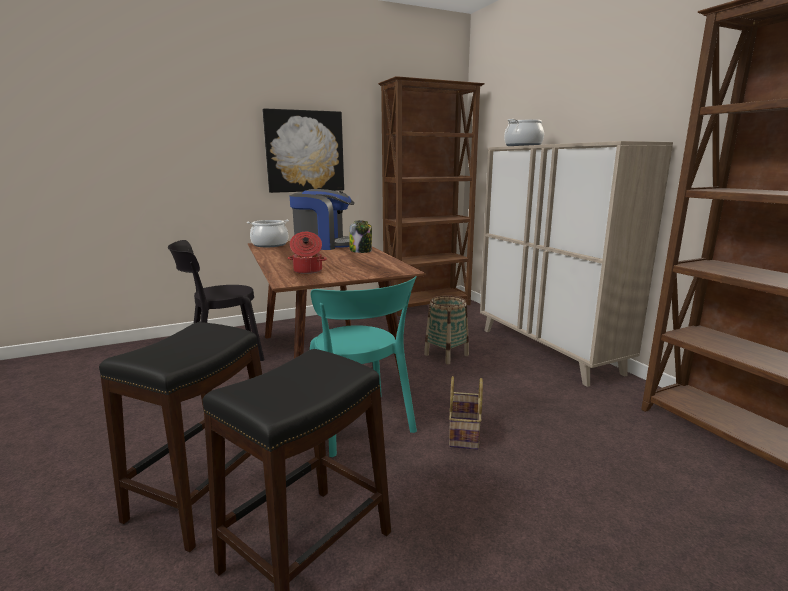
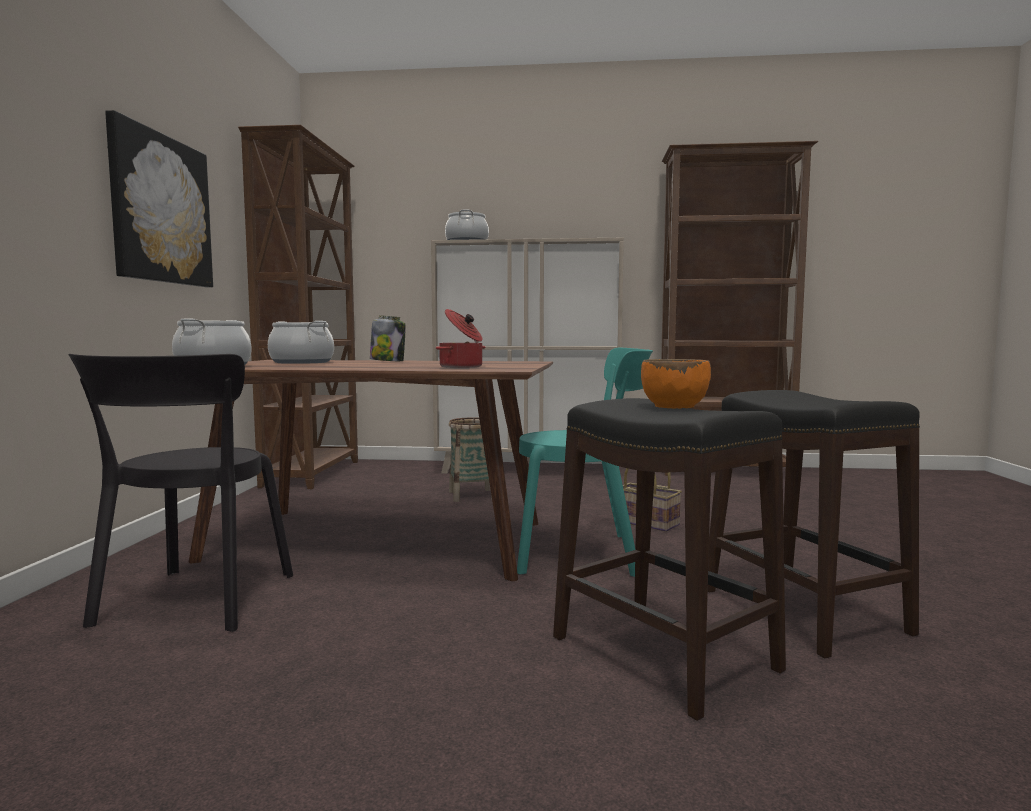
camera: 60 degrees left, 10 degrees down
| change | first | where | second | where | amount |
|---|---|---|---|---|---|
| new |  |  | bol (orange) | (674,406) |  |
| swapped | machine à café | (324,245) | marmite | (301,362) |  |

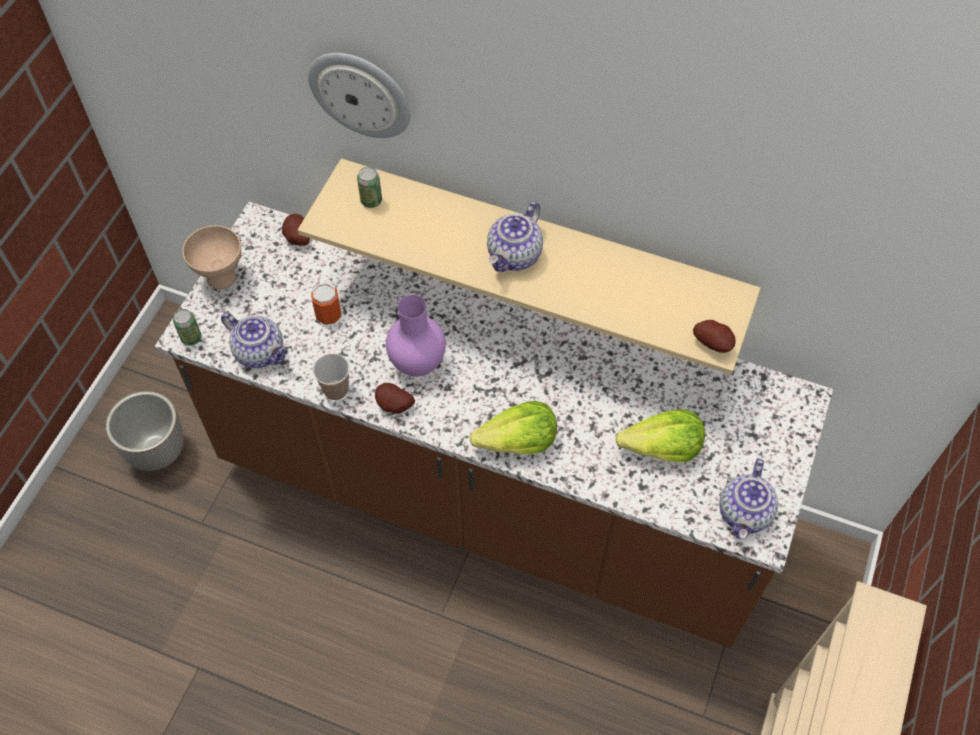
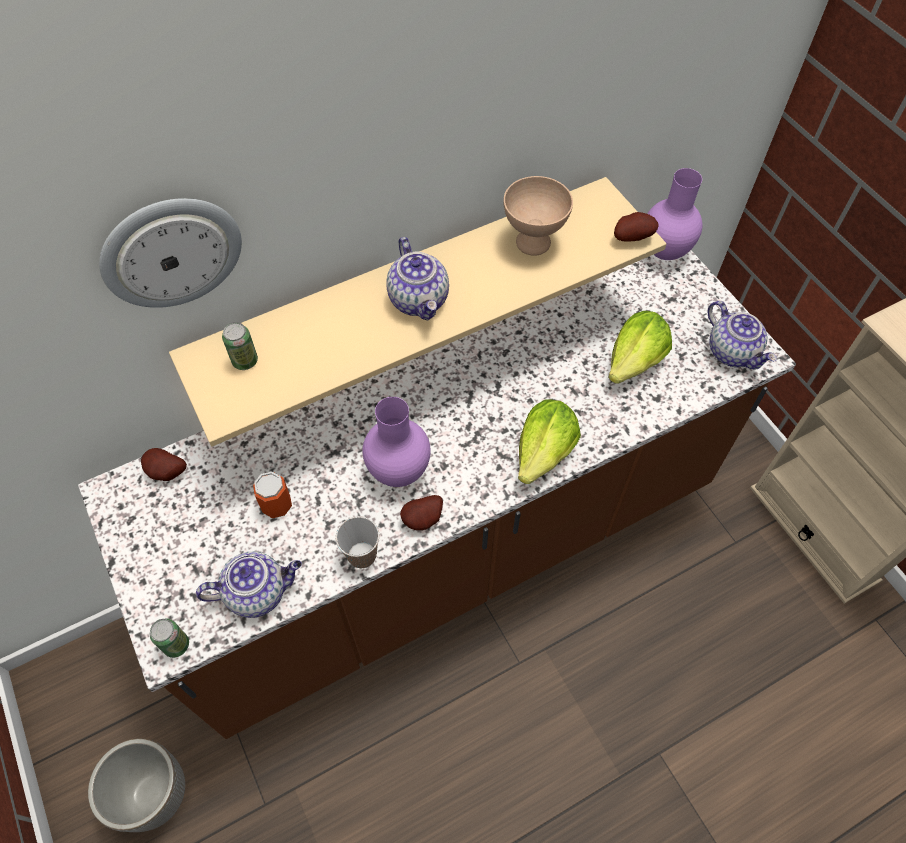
camera: 50 degrees left, 0 degrees up
| change | first | where | second | where | amount |
|---|---|---|---|---|---|
| new |  |  | vase (violet) | (663,252) |  |
| shifted | bol (beige) | (221,276) |  | (532,242) |  |

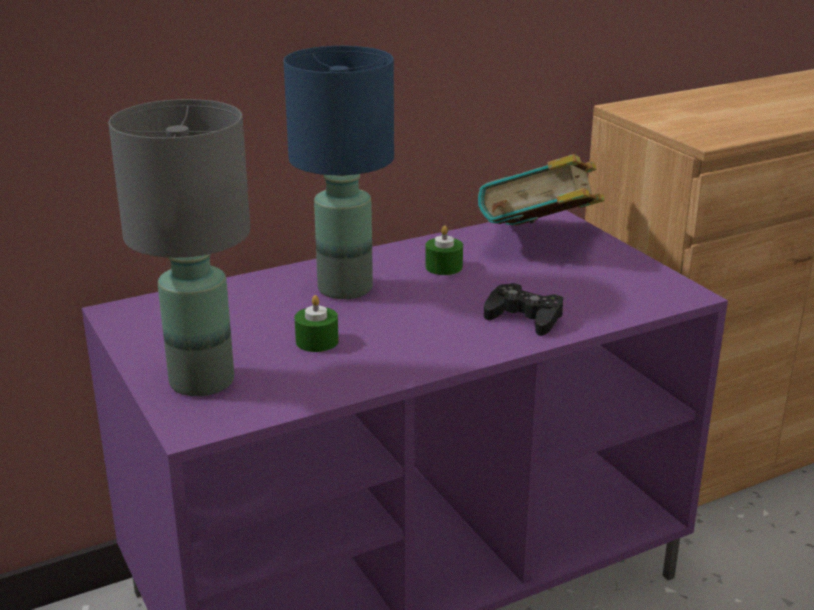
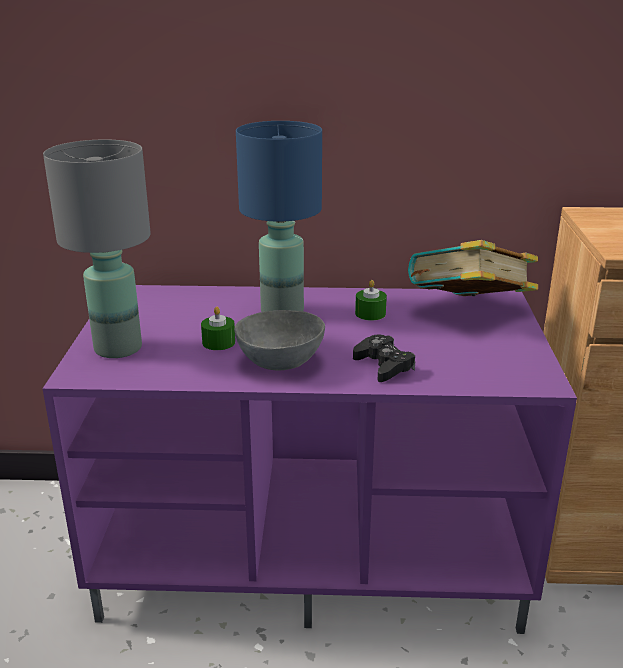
camera: 30 degrees right, 0 degrees up
| change | first | where | second | where | amount |
|---|---|---|---|---|---|
| new |  |  | bol (gris) | (282,363) |  |

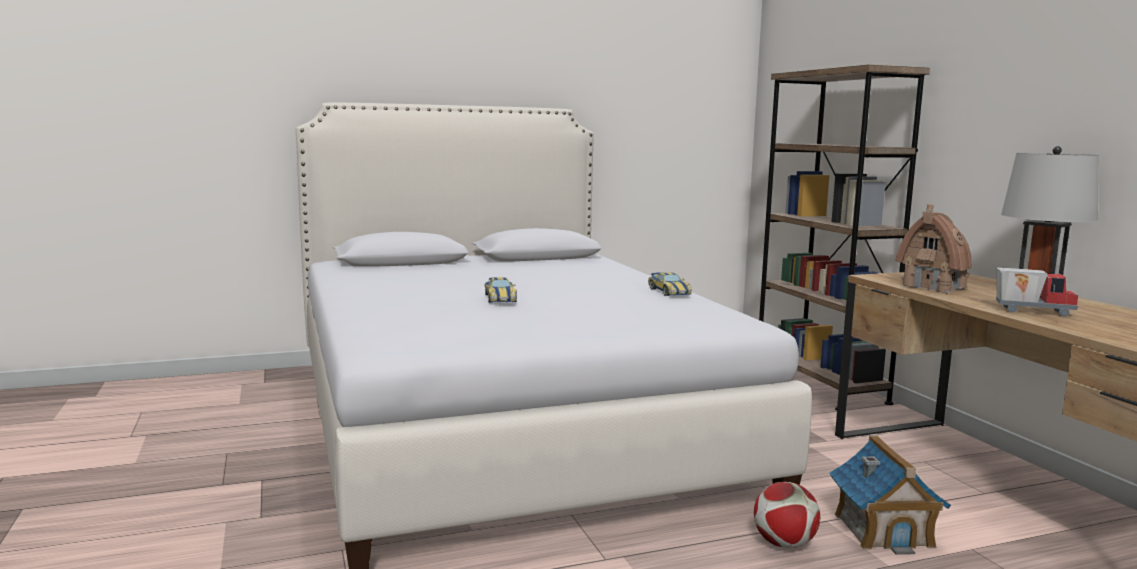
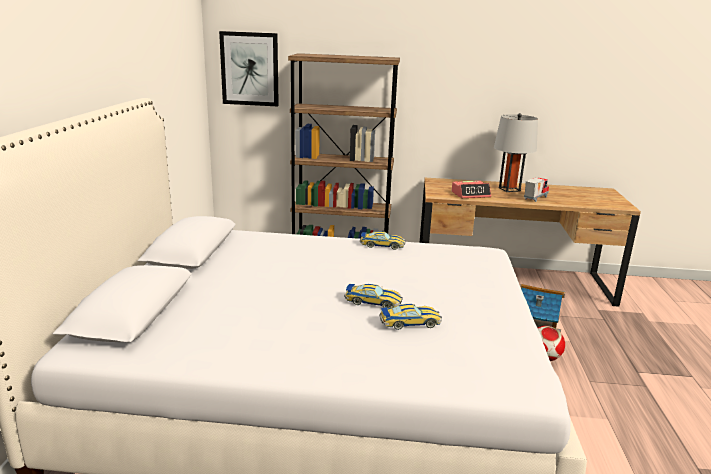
camera: 65 degrees left, 10 degrees up
| change | first | where | second | where | amount |
|---|---|---|---|---|---|
| new |  |  | tableau | (250,69) |  |
| new |  |  | petite voiture | (410,322) |  |
| swapped | maison miniature | (934,287) | réveil | (470,194) |  |

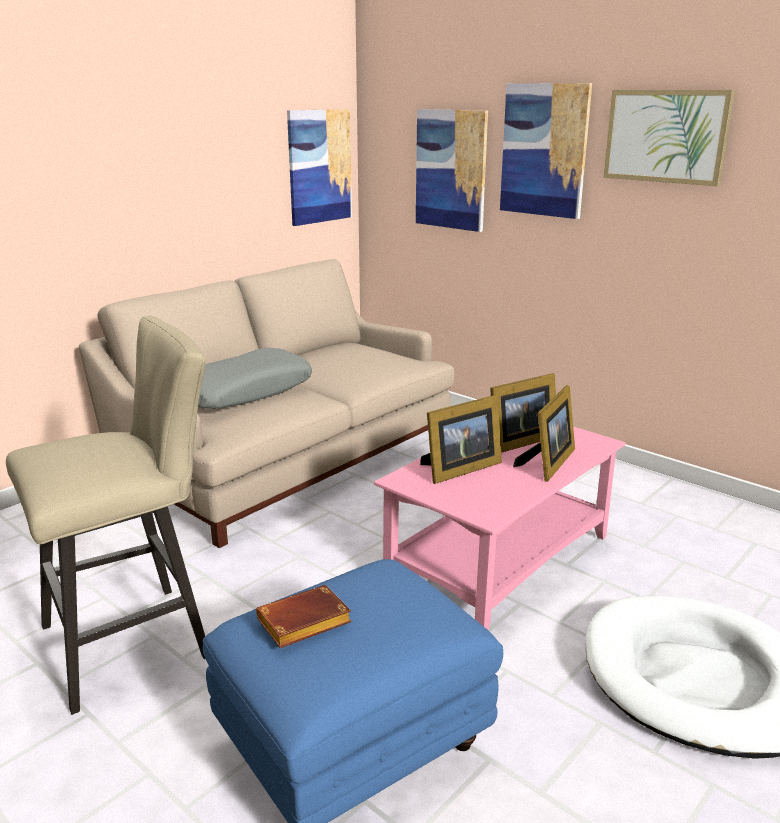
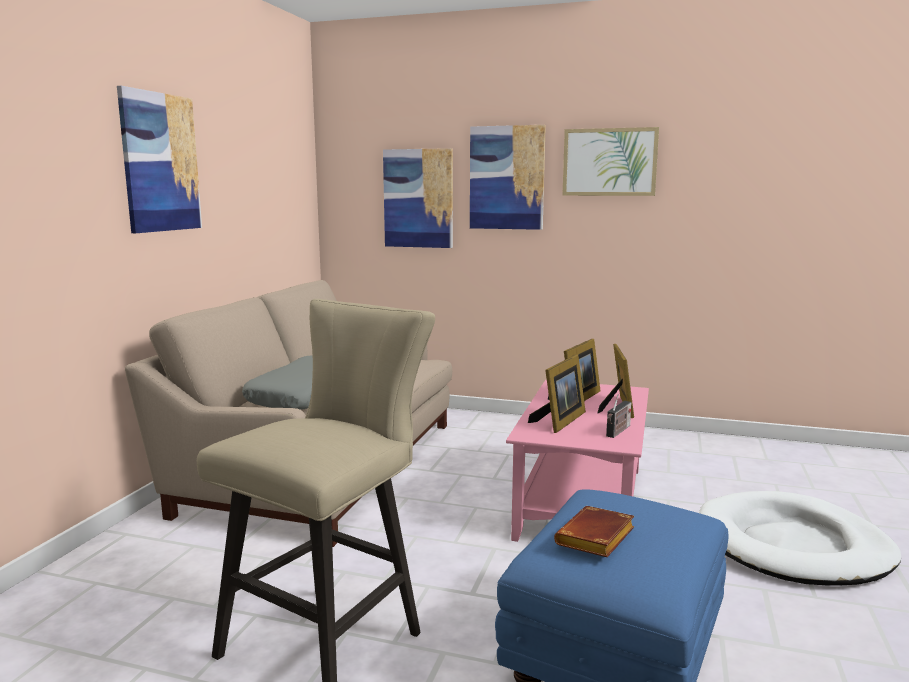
camera: 25 degrees left, 10 degrees down
| change | first | where | second | where | amount |
|---|---|---|---|---|---|
| new |  |  | radio | (618,431) |  |
| shifted | tableau | (319,166) |  | (160,162) |  |

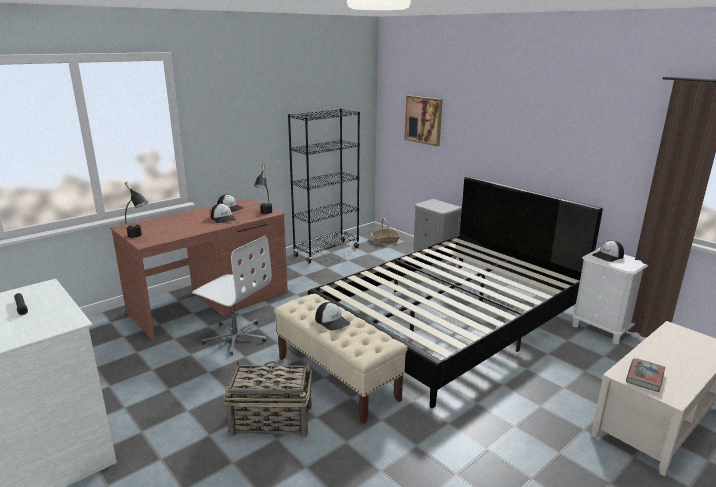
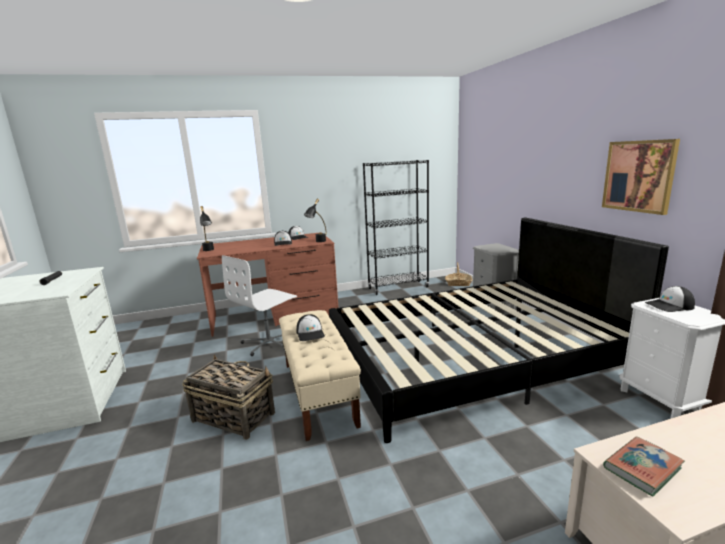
camera: 25 degrees right, 5 degrees down
| change | first | where | second | where | amount |
|---|---|---|---|---|---|
| shifted | tableau | (423,120) |  | (638,176) |  |
| rotated | chaise de bureau (blanc) | (235,337) |  | (269,343) | 75 degrees clockwise |

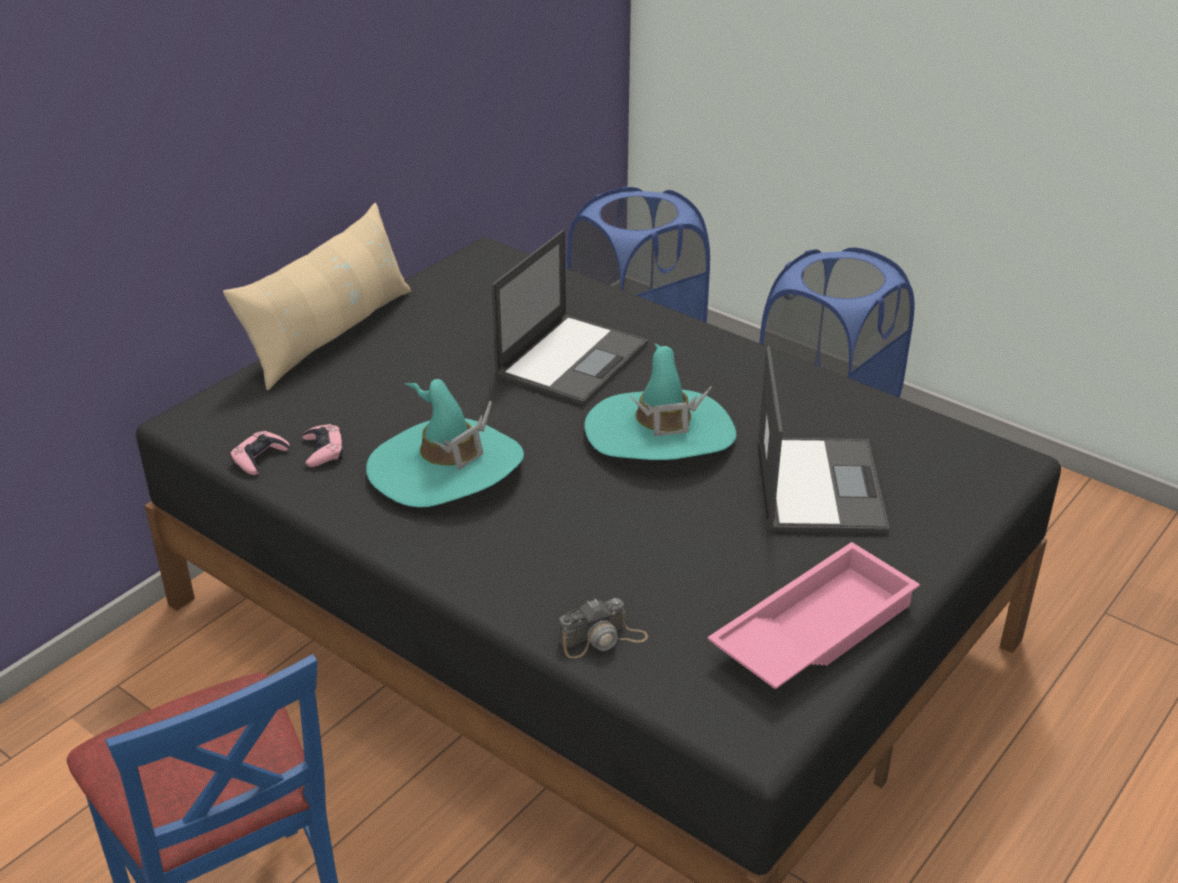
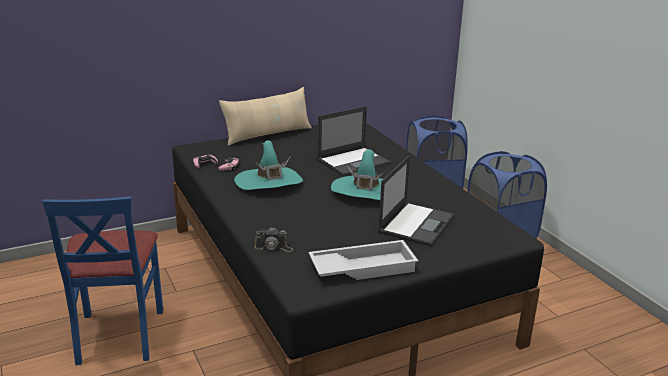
camera: 25 degrees right, 10 degrees down
| change | first | where | second | where | amount |
|---|---|---|---|---|---|
| repainted | plateau (rose) | (812,629) | plateau (blanc) | (363,267) |  |

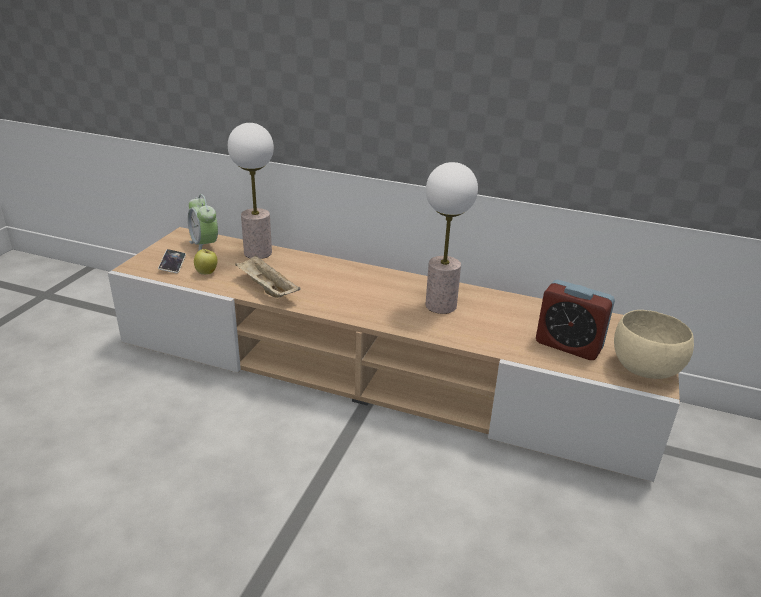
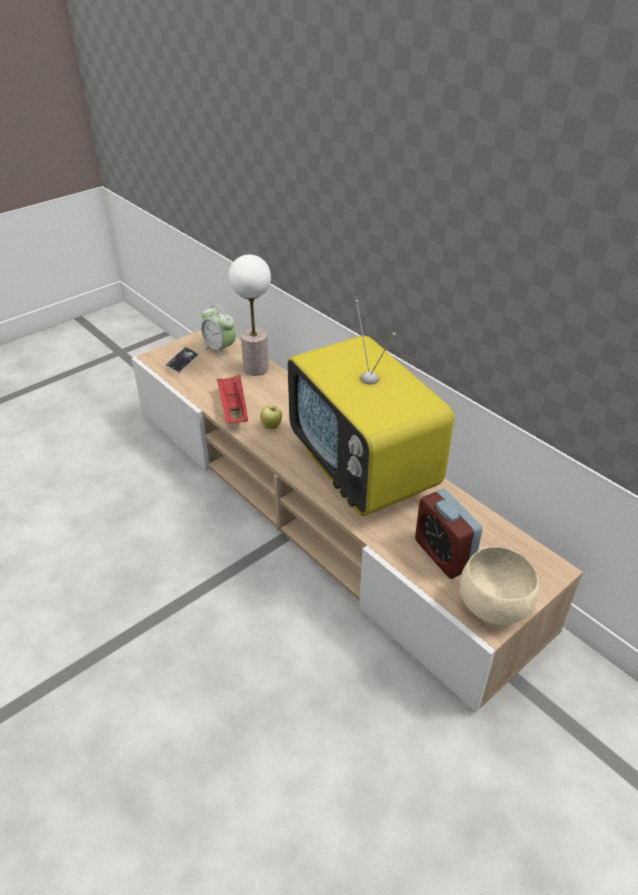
camera: 30 degrees right, 10 degrees up
| change | first | where | second | where | amount |
|---|---|---|---|---|---|
| shifted | pomme | (207,273) |  | (271,427) |  |
| swapped | lampe de table | (441,305) | téléviseur | (364,472) |  |
| repainted | plateau (beige) | (266,289) | plateau (rouge) | (233,409) |  |
| rotated | réveil | (205,246) |  | (220,349) | 45 degrees counterclockwise |

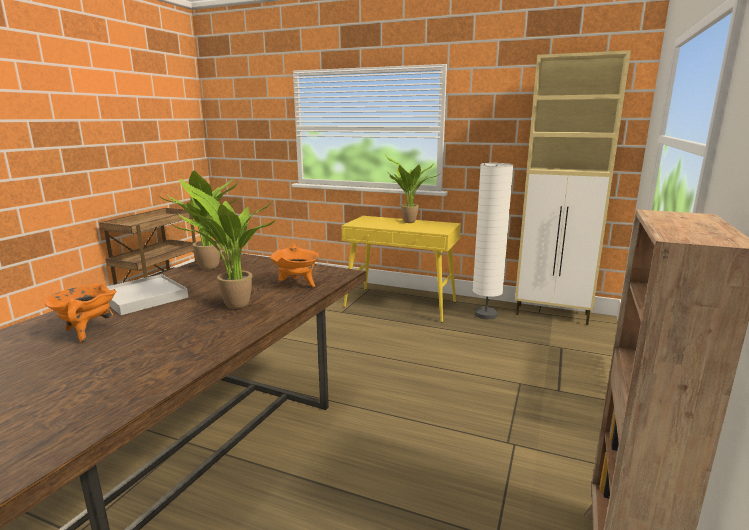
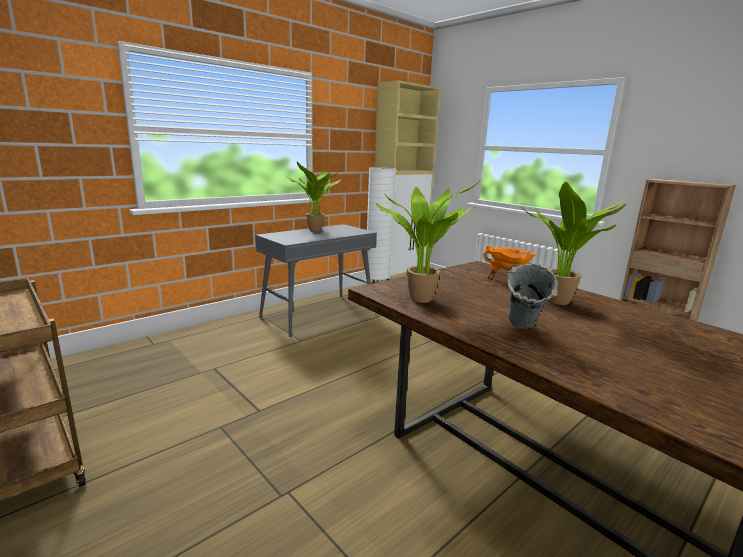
camera: 65 degrees left, 0 degrees up
| change | first | where | second | where | amount |
|---|---|---|---|---|---|
| gone | marmite (orange) | (87,333) |  |  |  |
| swapped | plateau (blanc) | (144,297) | vase (gris) | (522,333) |  |
| repainted | table console (jaune) | (401,304) | table console (gris) | (318,314) |  |

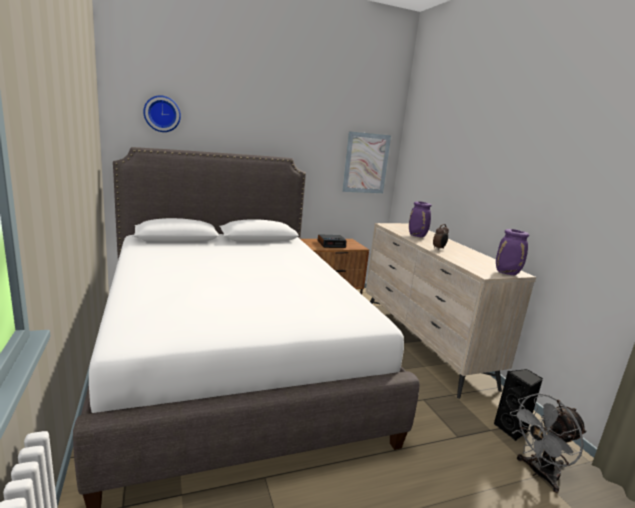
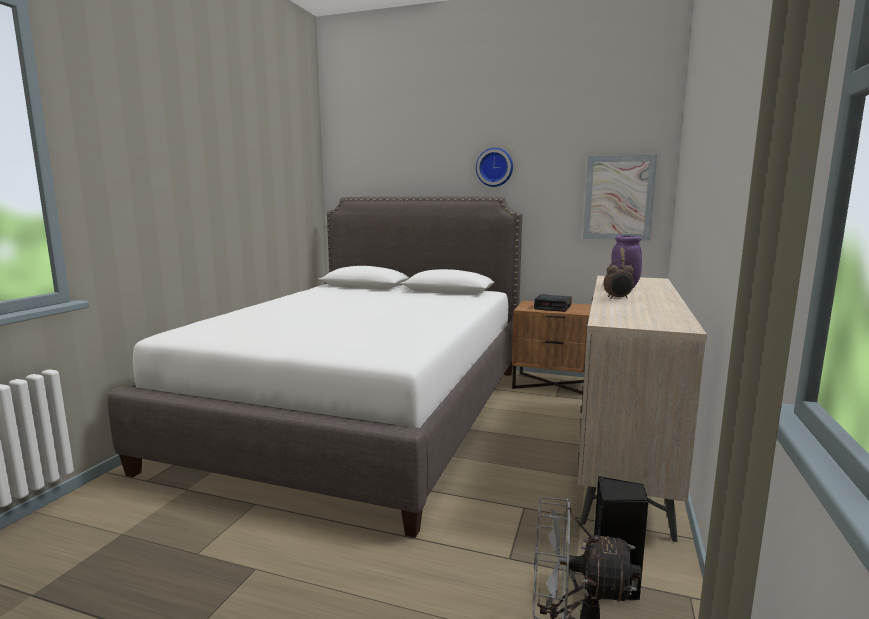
camera: 40 degrees right, 5 degrees down
| change | first | where | second | where | amount |
|---|---|---|---|---|---|
| gone | vase (violet) | (507,273) |  |  |  |
| shifted | horloge murale | (162,114) |  | (494,167) |  |

